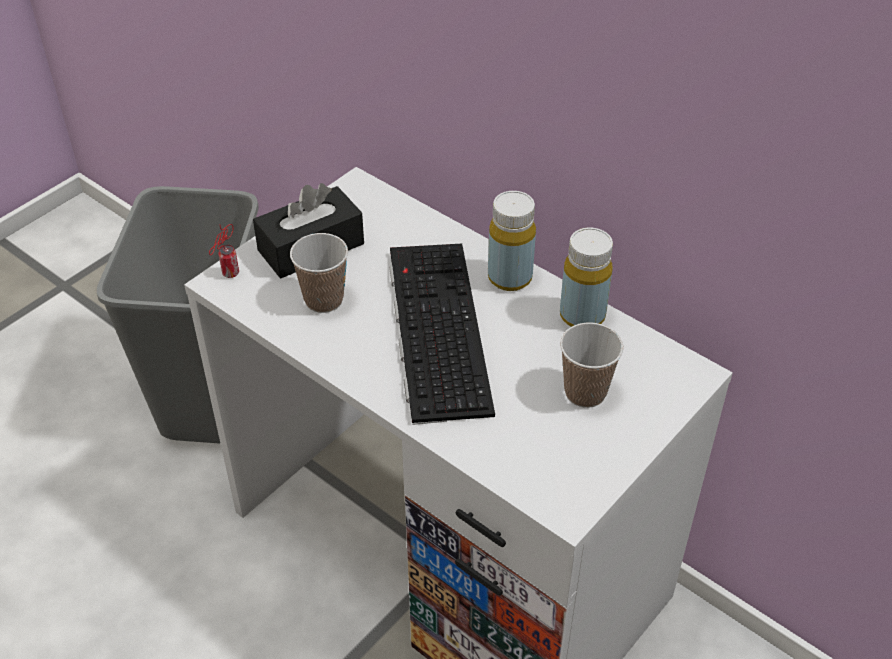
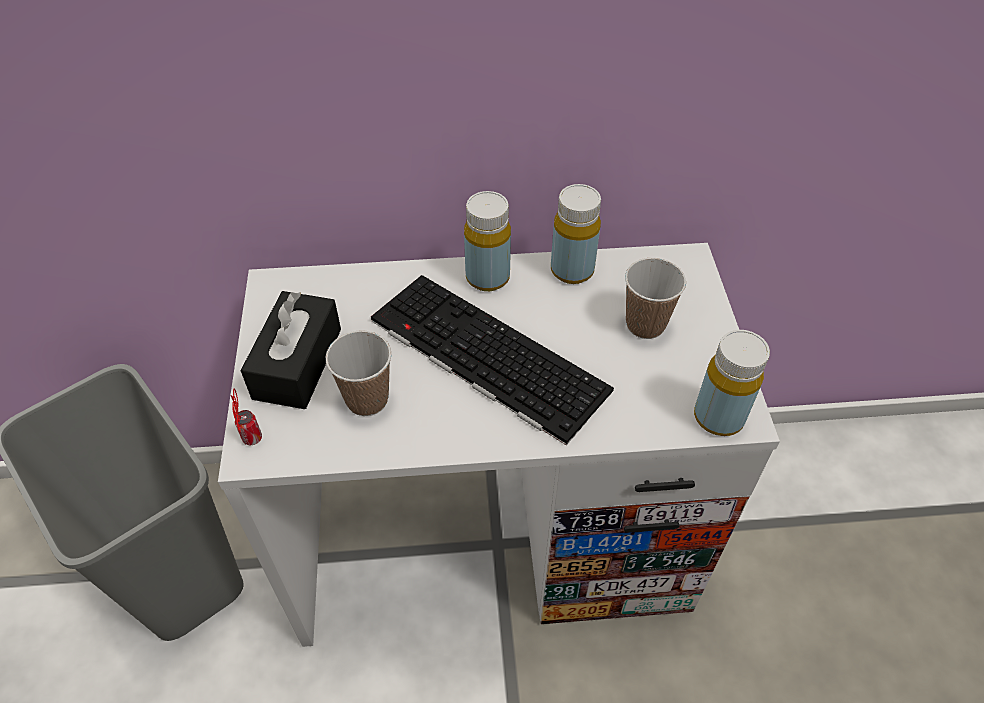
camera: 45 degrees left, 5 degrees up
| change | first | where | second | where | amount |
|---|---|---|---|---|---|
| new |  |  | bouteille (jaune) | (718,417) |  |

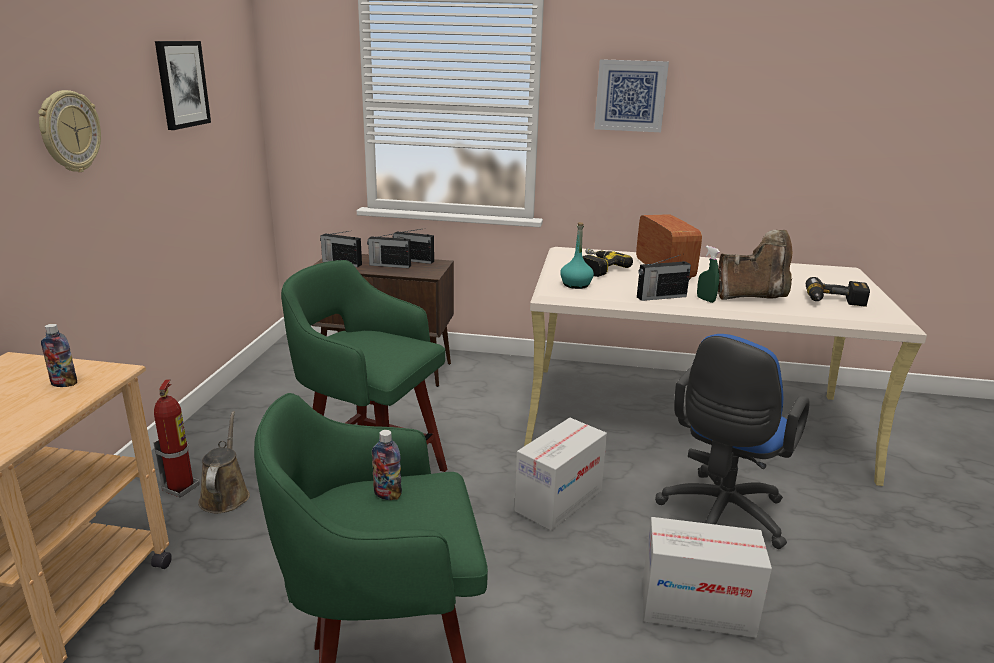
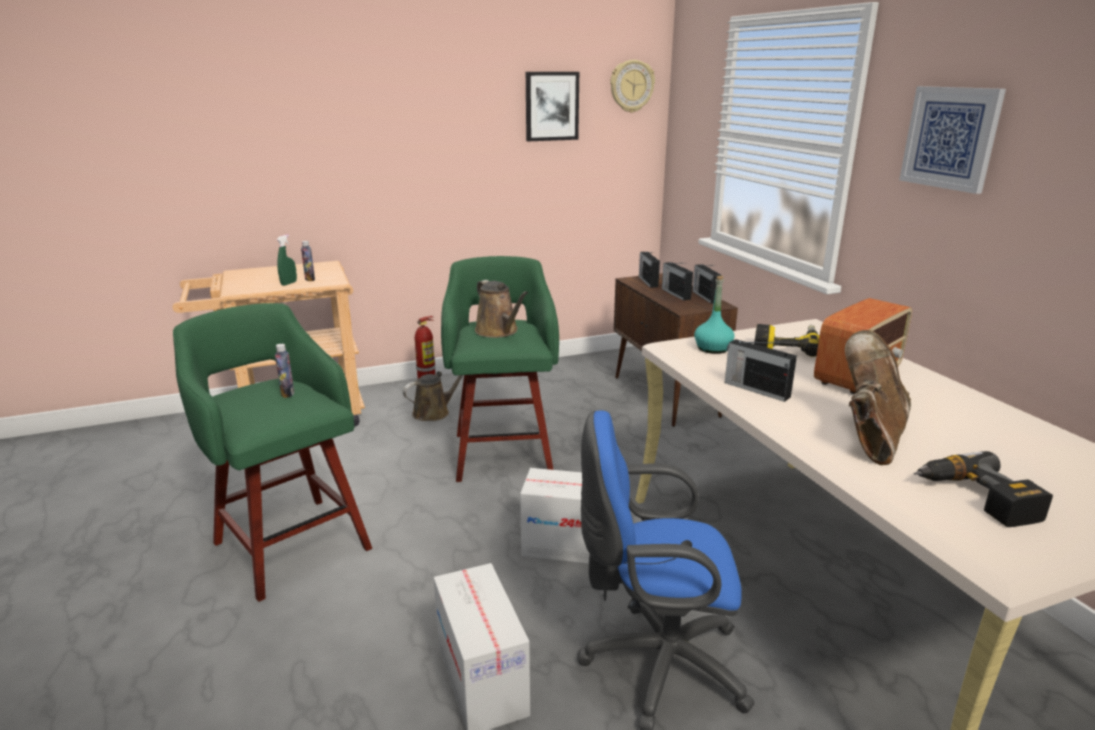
camera: 60 degrees right, 0 degrees up
| change | first | where | second | where | amount |
|---|---|---|---|---|---|
| new |  |  | arrosoir (marron) | (499,331) |  |
| shifted | horloge murale | (69,131) |  | (631,86) |  |
| shifted | vaporisateur (vert) | (705,299) |  | (289,283) |  |
| rotated | botte (marron) | (752,296) |  | (869,437) | 120 degrees counterclockwise |

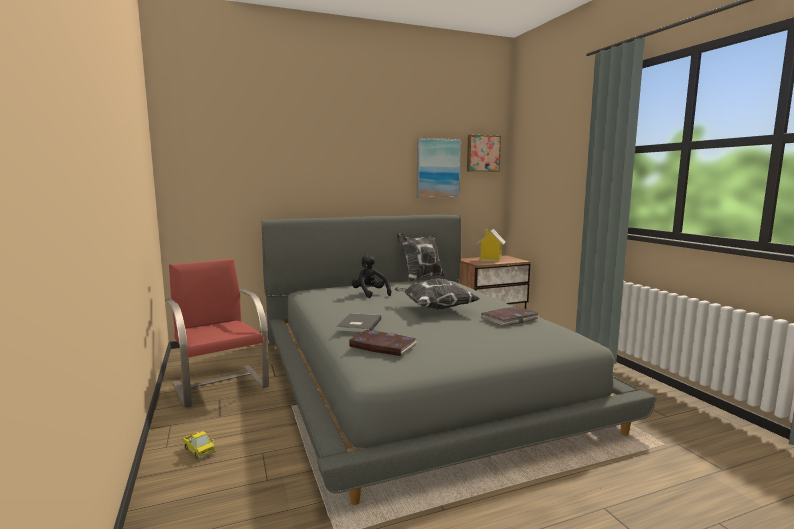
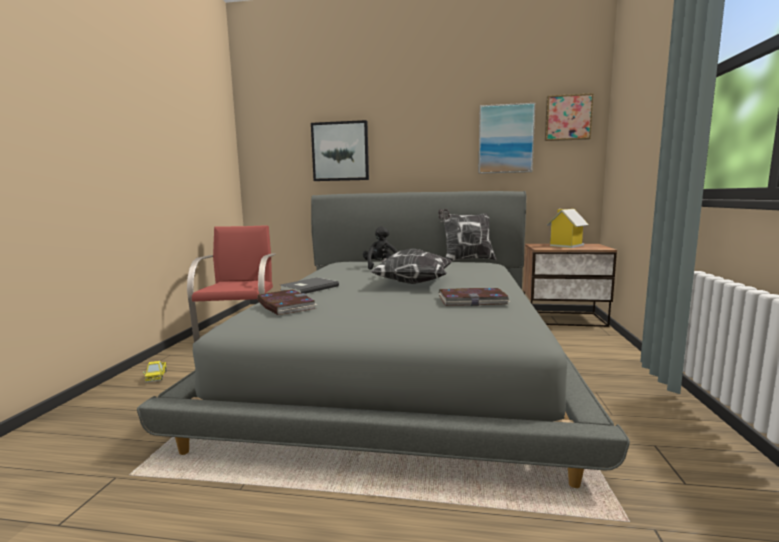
camera: 30 degrees right, 0 degrees up
| change | first | where | second | where | amount |
|---|---|---|---|---|---|
| new |  |  | tableau | (340,151) |  |

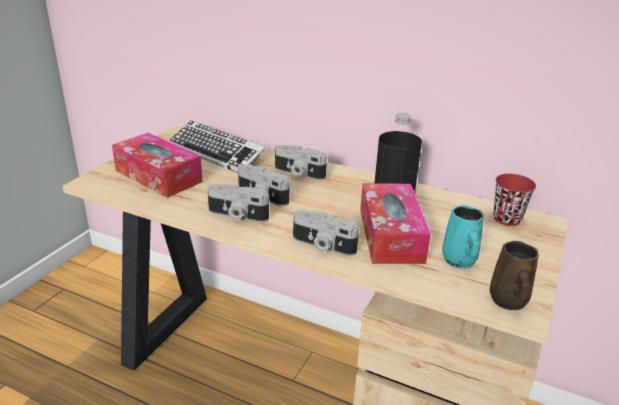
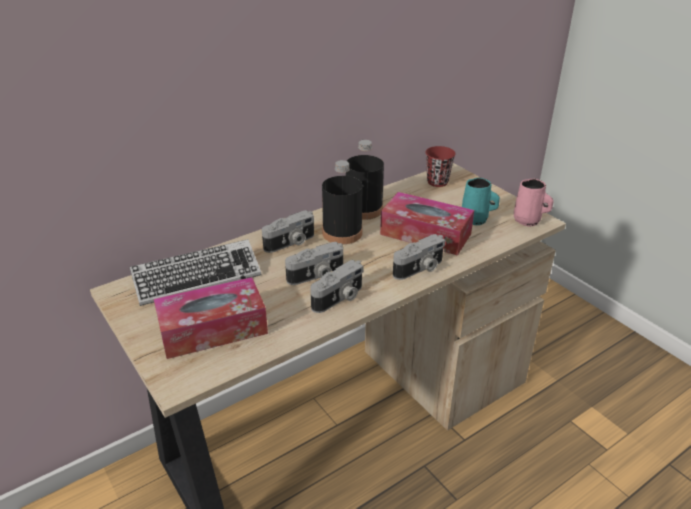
camera: 60 degrees left, 5 degrees up
| change | first | where | second | where | amount |
|---|---|---|---|---|---|
| new |  |  | bouteille (noir) | (342,233) |  |
| repainted | mug (marron) | (508,301) | mug (rose) | (528,221) |  |

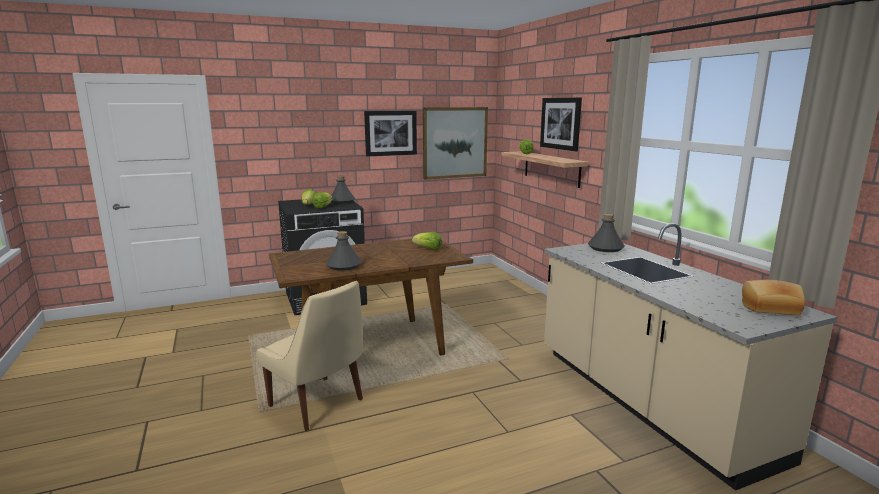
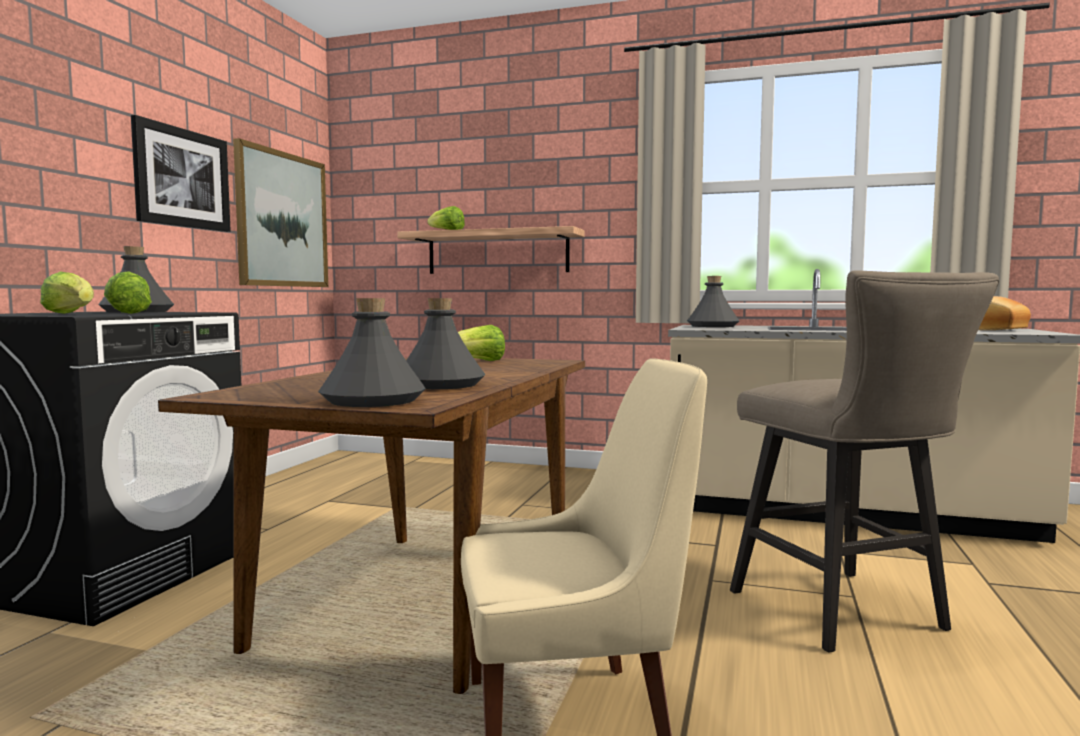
camera: 50 degrees left, 10 degrees down
| change | first | where | second | where | amount |
|---|---|---|---|---|---|
| gone | tableau | (561,123) |  |  |  |
| new |  |  | bouteille (gris) | (373,400) |  |
| new |  |  | tabouret (beige) | (847,615) |  |

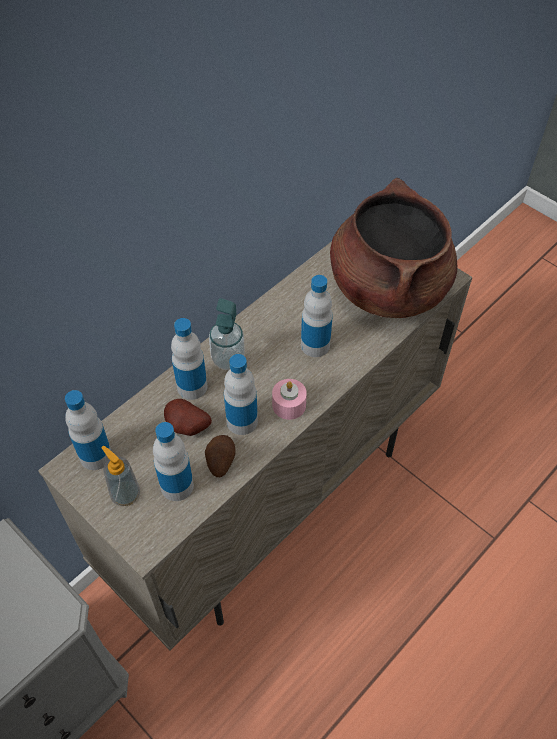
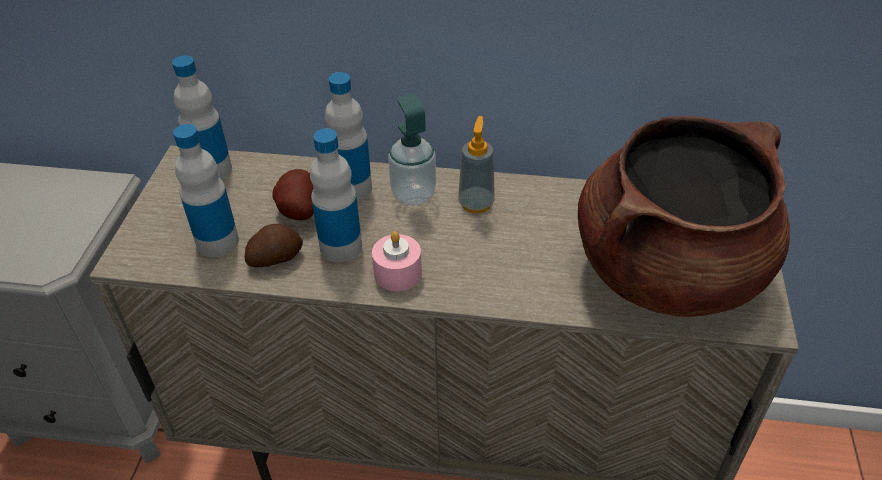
camera: 55 degrees right, 10 degrees down
| change | first | where | second | where | amount |
|---|---|---|---|---|---|
| gone | bouteille | (315,345) |  |  |  |
| shifted | distributeur de savon | (125,494) |  | (476,203) |  |

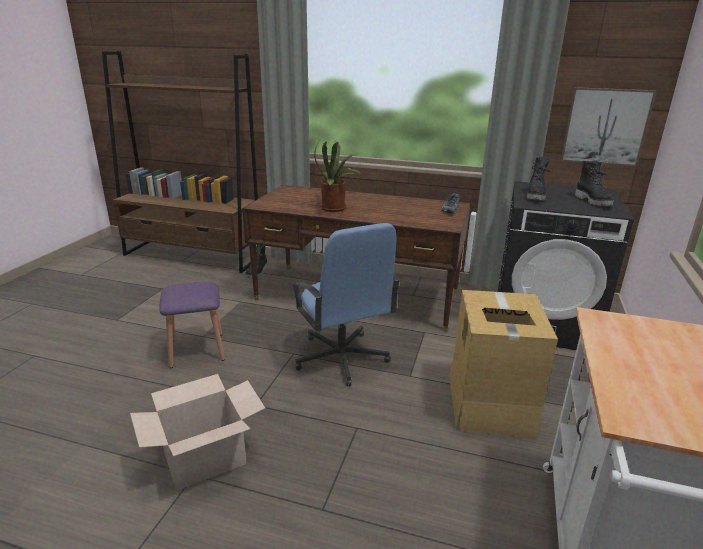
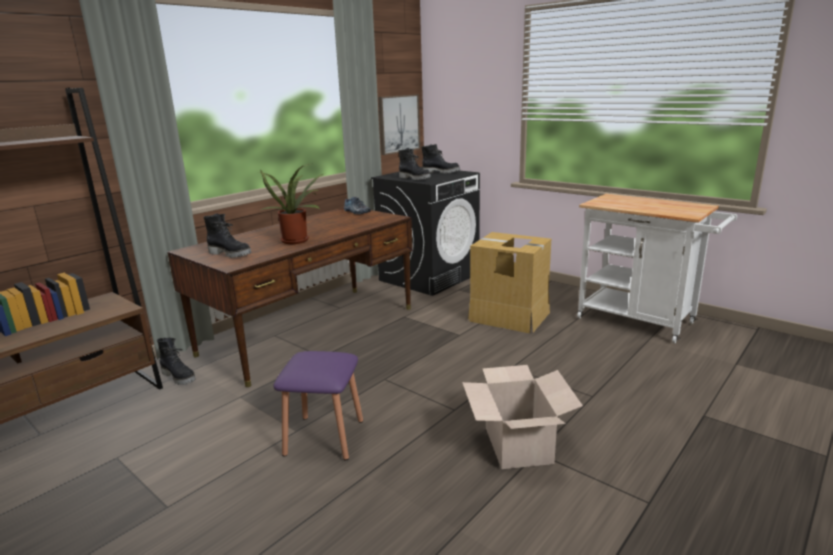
camera: 65 degrees left, 5 degrees down
| change | first | where | second | where | amount |
|---|---|---|---|---|---|
| gone | chaise de bureau (bleu) | (341,358) |  |  |  |
| new |  |  | botte (noir) | (231,254) |  |

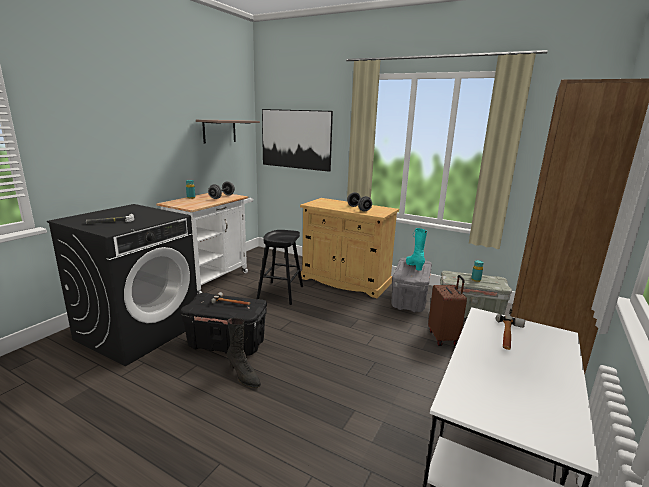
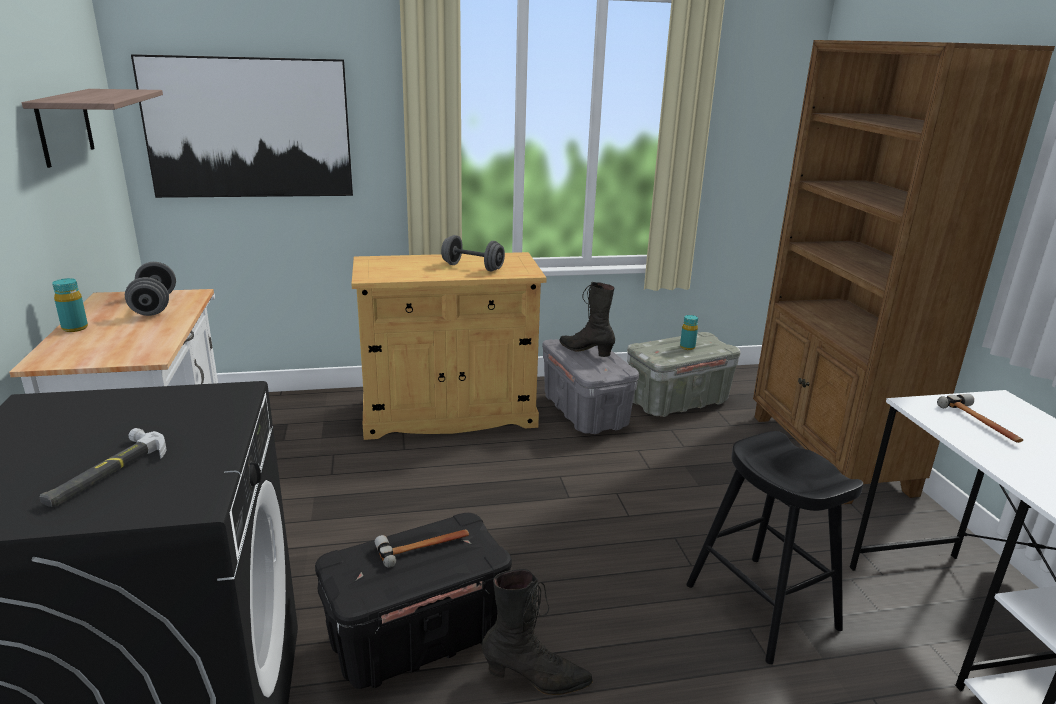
camera: 40 degrees left, 5 degrees up
| change | first | where | second | where | amount |
|---|---|---|---|---|---|
| gone | valise (marron) | (443,337) |  |  |  |
| shifted | tabouret (noir) | (280,293) |  | (761,607) |  |
| repainted | botte (turquoise) | (414,266) | botte (noir) | (586,351) |  |

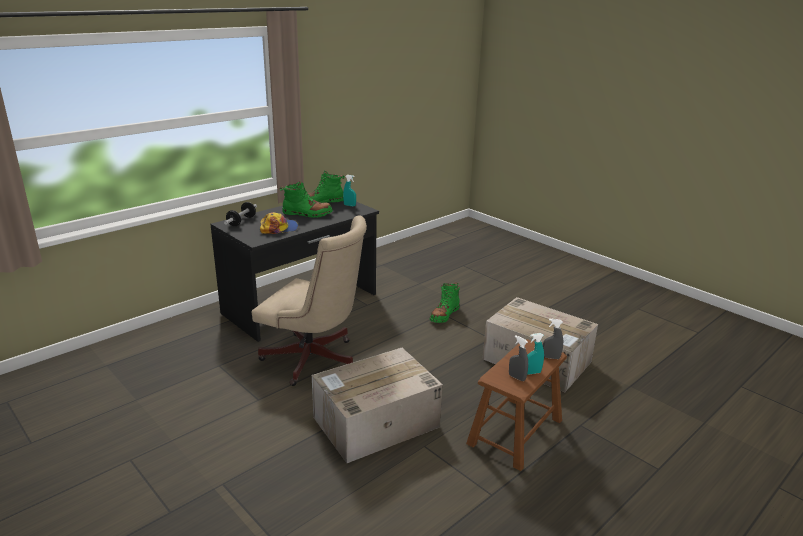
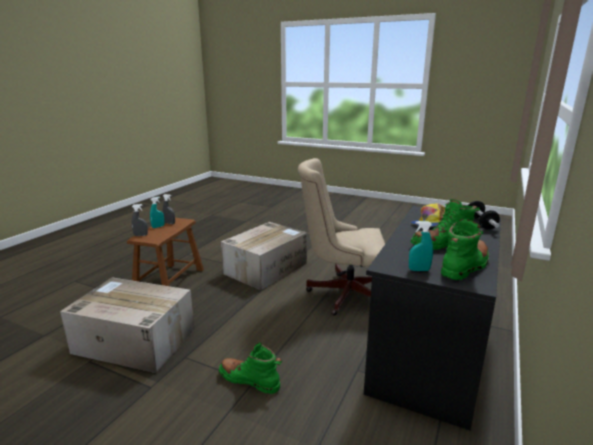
camera: 160 degrees right, 5 degrees down
| change | first | where | second | where | amount |
|---|---|---|---|---|---|
| rotated | botte (vert) | (444,315) |  | (249,380) | 75 degrees counterclockwise |

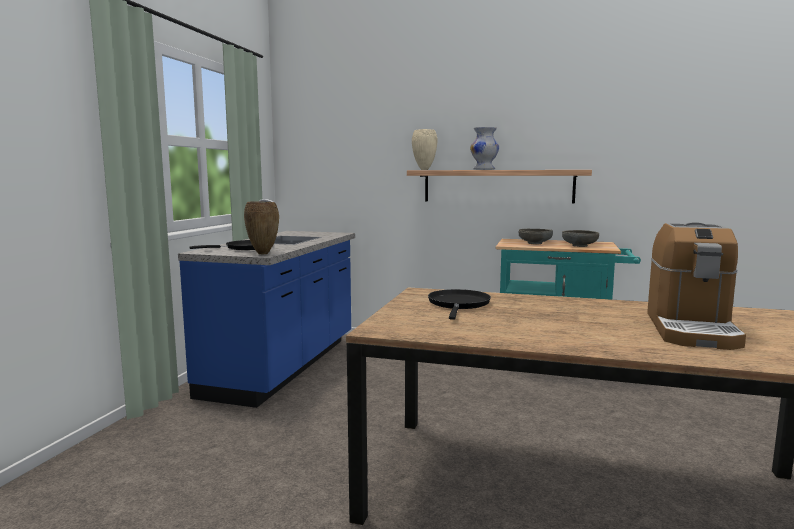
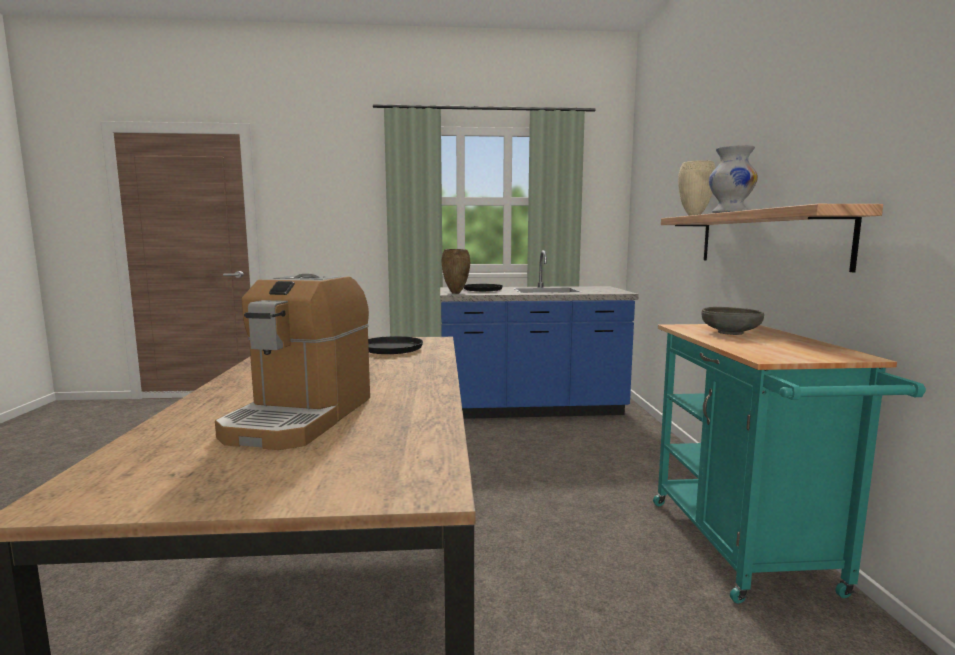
camera: 70 degrees right, 0 degrees up
| change | first | where | second | where | amount |
|---|---|---|---|---|---|
| gone | bol (gris) | (579,246) |  |  |  |
| rotated | machine à café | (691,329) |  | (301,417) | 75 degrees counterclockwise |

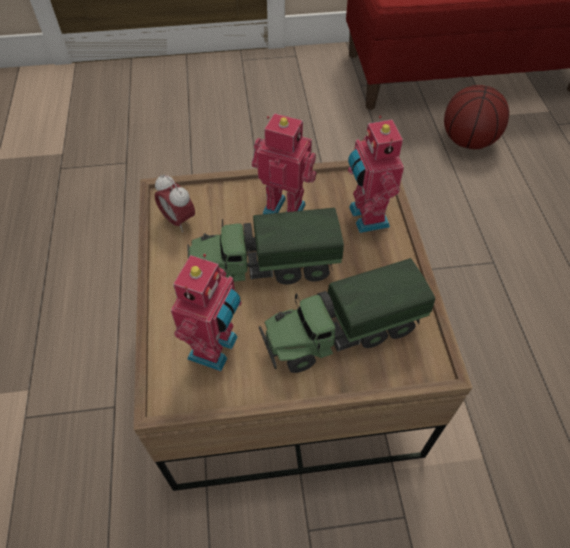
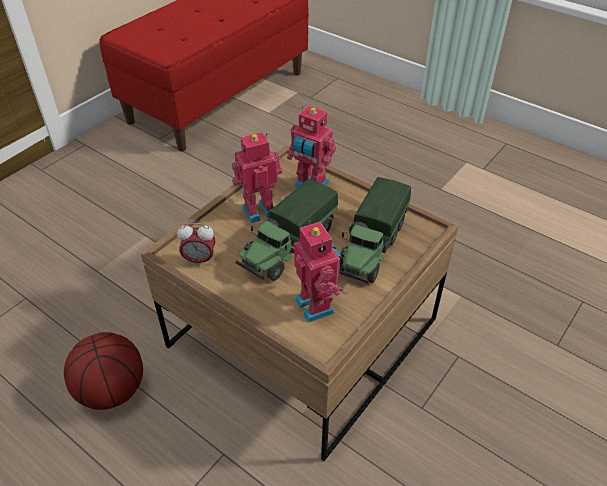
camera: 45 degrees left, 10 degrees down
| change | first | where | second | where | amount |
|---|---|---|---|---|---|
| shifted | ballon de basket | (468,140) |  | (112,390) |  |

